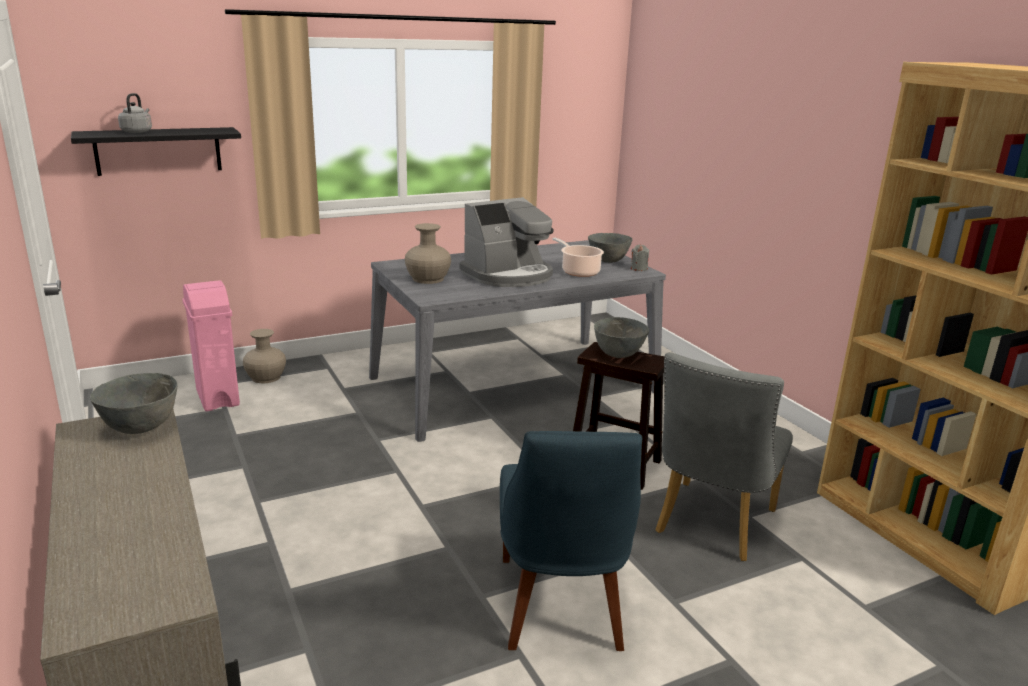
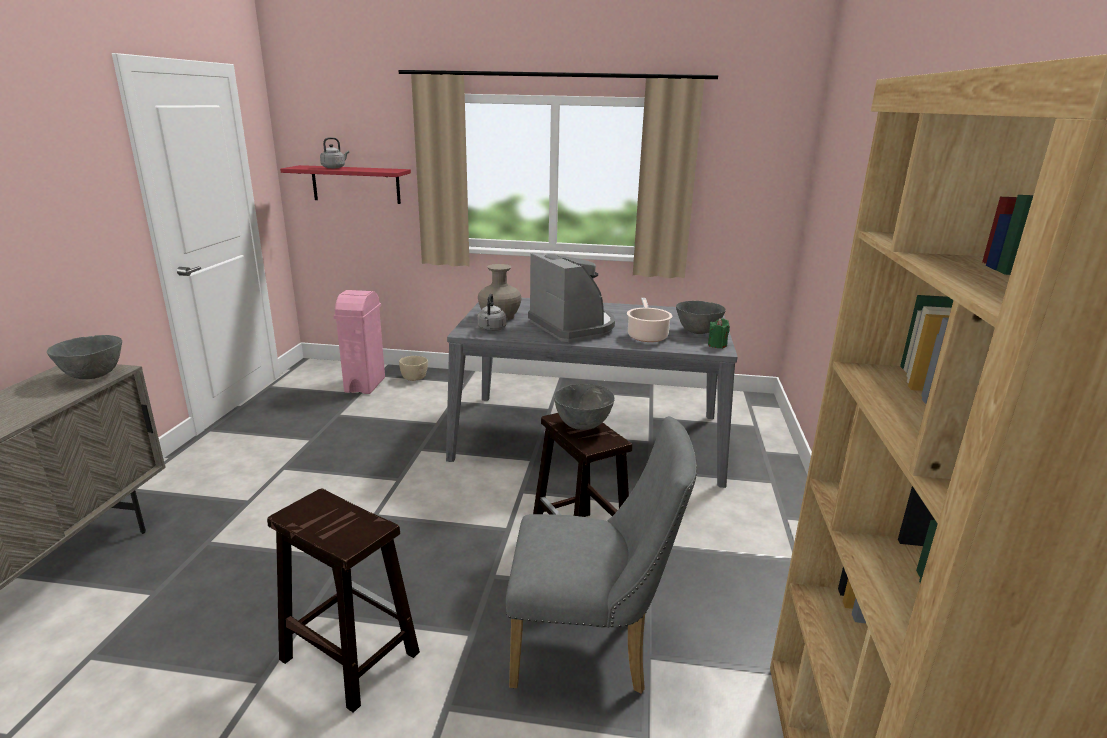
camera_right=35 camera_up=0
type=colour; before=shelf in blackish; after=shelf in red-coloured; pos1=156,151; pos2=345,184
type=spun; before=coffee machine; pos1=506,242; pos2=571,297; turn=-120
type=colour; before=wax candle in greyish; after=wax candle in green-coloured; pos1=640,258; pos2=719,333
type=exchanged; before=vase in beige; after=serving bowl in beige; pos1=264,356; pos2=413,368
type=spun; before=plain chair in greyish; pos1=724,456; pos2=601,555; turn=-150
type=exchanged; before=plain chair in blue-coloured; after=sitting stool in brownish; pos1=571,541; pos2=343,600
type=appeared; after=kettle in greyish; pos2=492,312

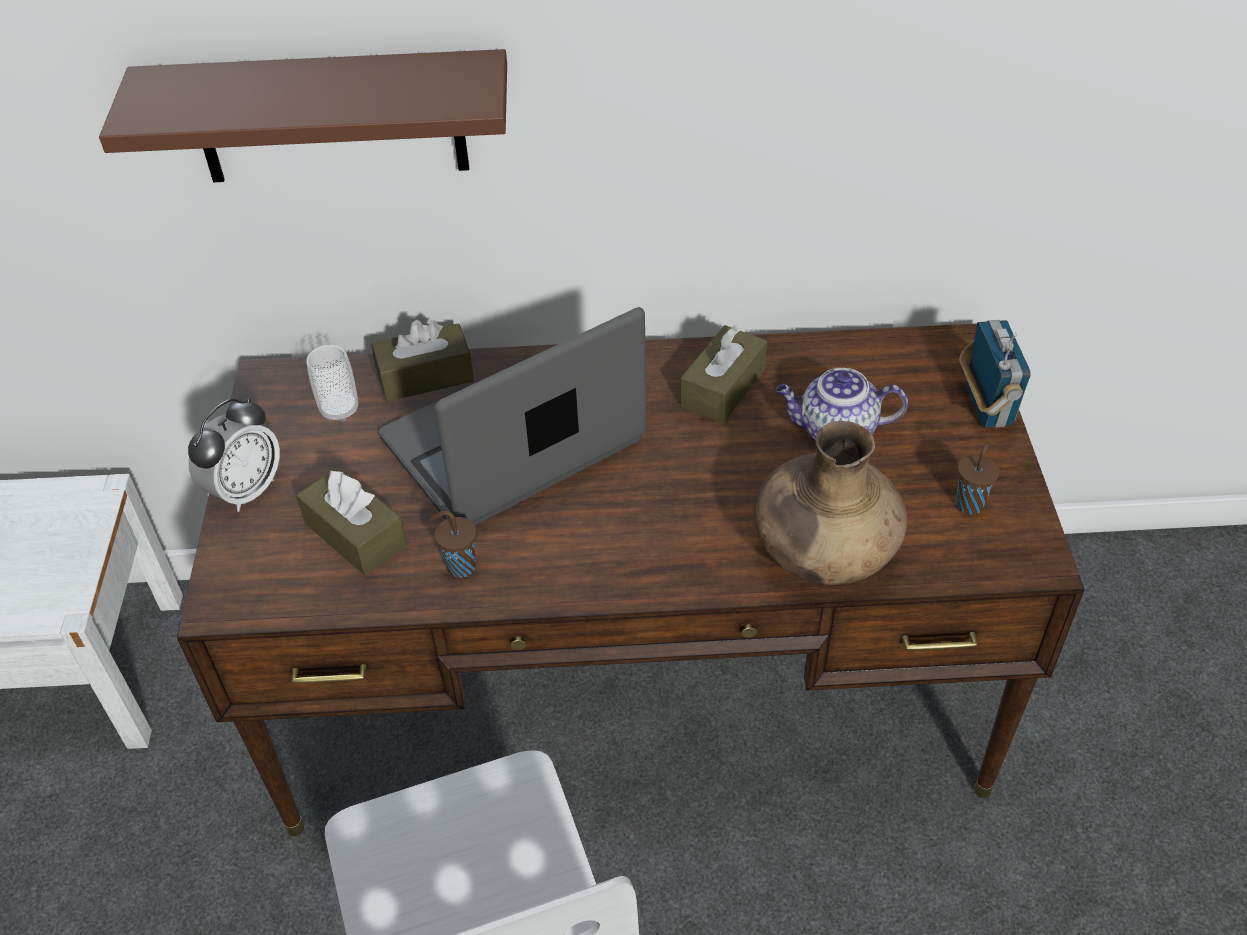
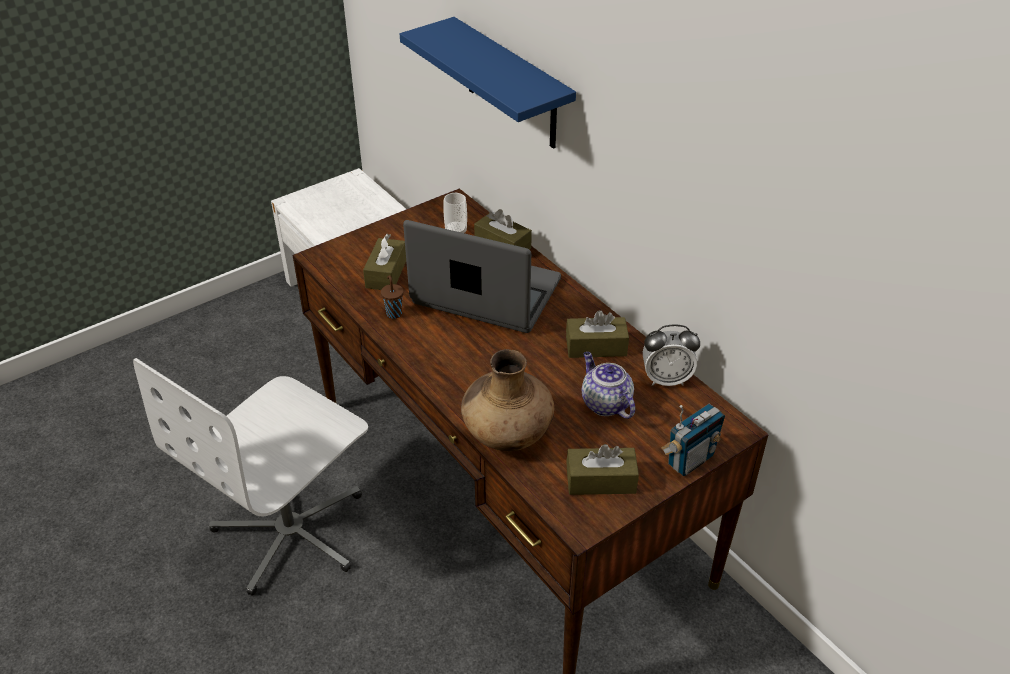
camera_right=55 camera_up=-5
type=colour; before=shelf in brownish; after=shelf in blue-coloured; pos1=303,115; pos2=488,83
type=relocated; before=bedside clock; pos1=234,455; pos2=671,355
type=exchanged; before=cup in brownish; after=tissue holder in brownish; pos1=977,478; pos2=602,469

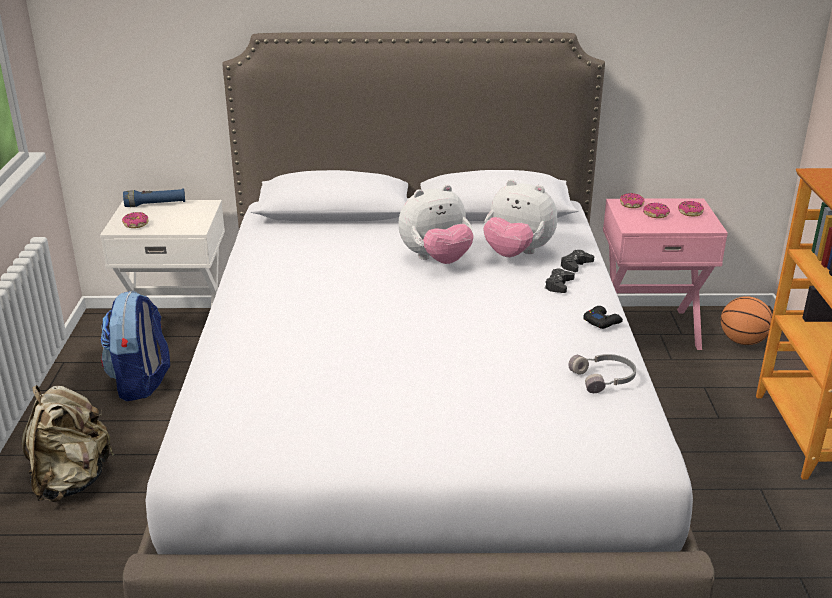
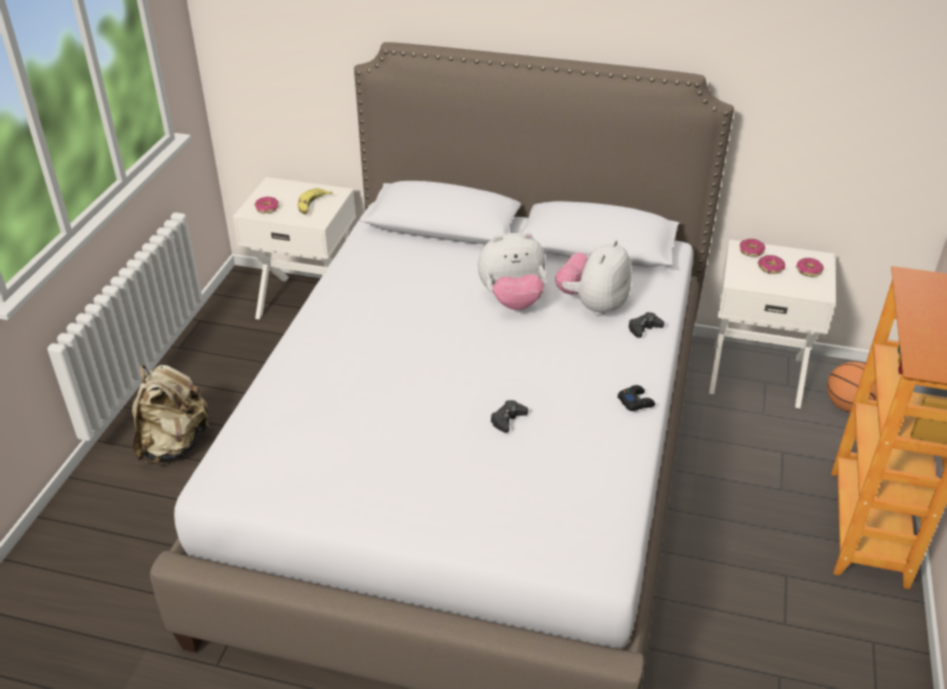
camera_right=15 camera_up=10
type=spun; before=plush toy; pos1=520,218; pos2=593,278; turn=75
type=missing; before=flashlight in blue-coloured; pos1=154,197
type=colour; before=bedside table in pinkish; after=bedside table in white; pos1=665,274; pos2=772,323
type=relocated; before=joypad in blackish; pos1=560,281; pos2=509,416
type=missing; before=rucksack; pos1=135,346
type=missing; before=headset in greyish; pos1=602,373
type=appeared; after=banana fruit; pos2=315,201

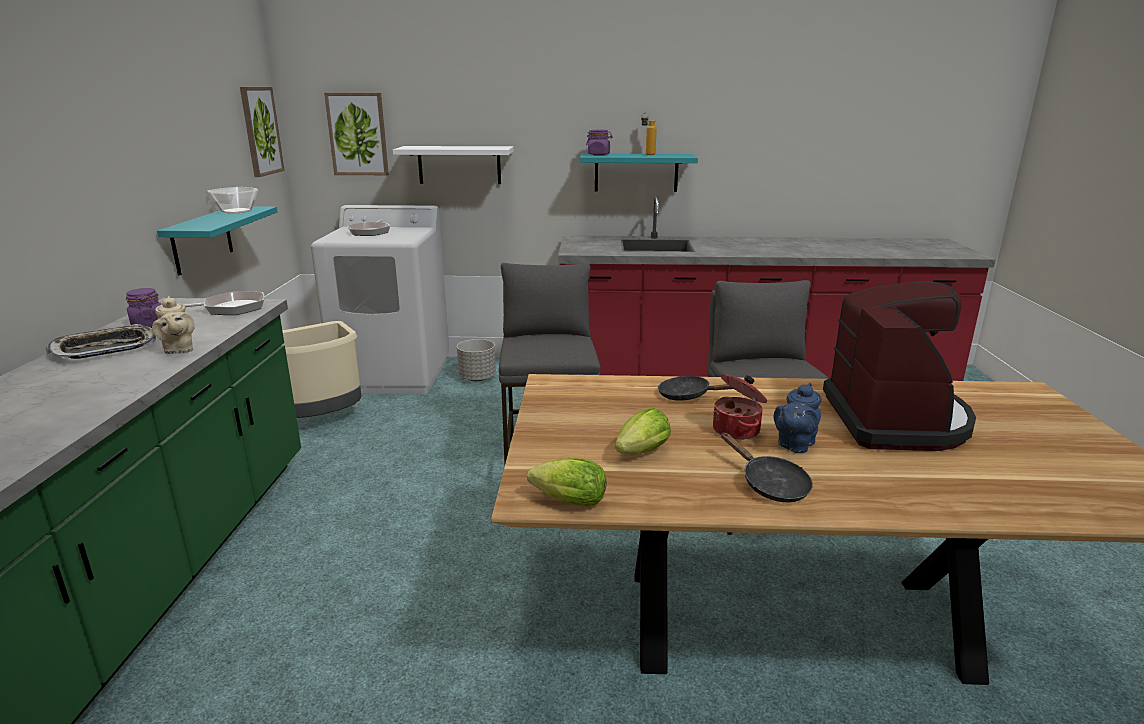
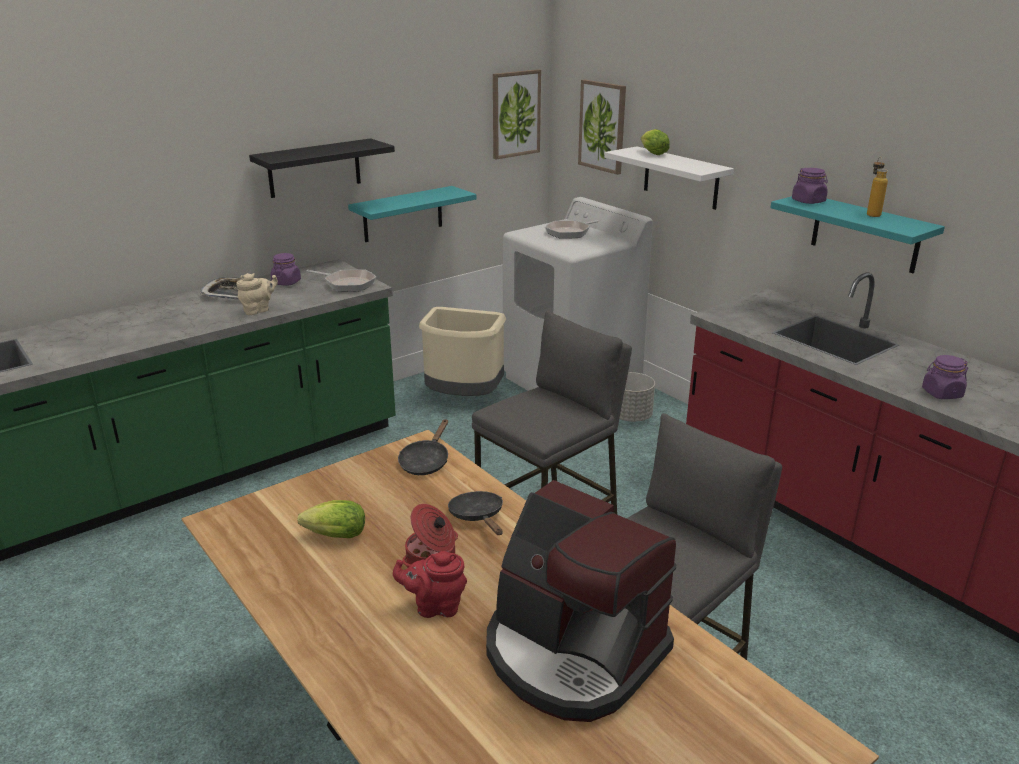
camera_right=50 camera_up=5
type=missing; before=serving bowl; pos1=232,200
type=spun; before=coffee machine; pos1=899,366; pos2=581,601; turn=75
type=spun; before=tea pot in beige; pos1=173,325; pos2=257,294; turn=-150
type=colour; before=tea pot in blue-coloured; after=tea pot in red-coloured; pos1=797,418; pos2=430,584
type=relocated; before=pan in blackish; pos1=767,467; pos2=423,447
type=relocated; before=lettuce head; pos1=567,482; pos2=655,142
type=appeared; after=shelf in blackish; pos2=322,168
type=appeared; after=preserve jar in purple; pos2=945,377

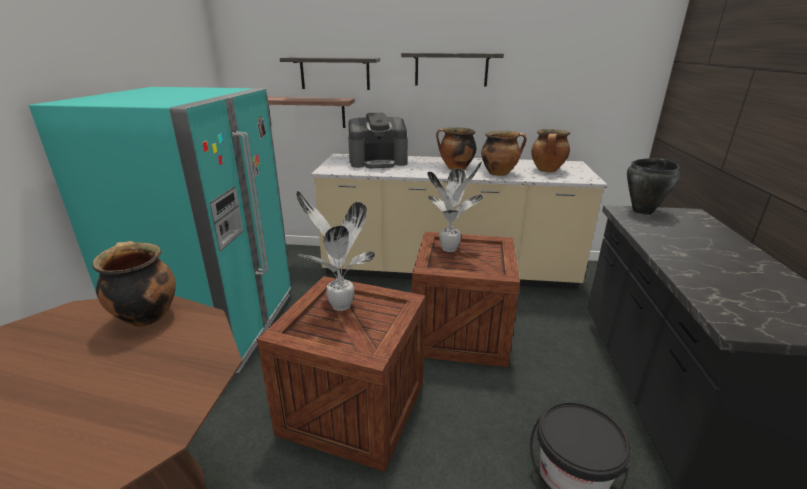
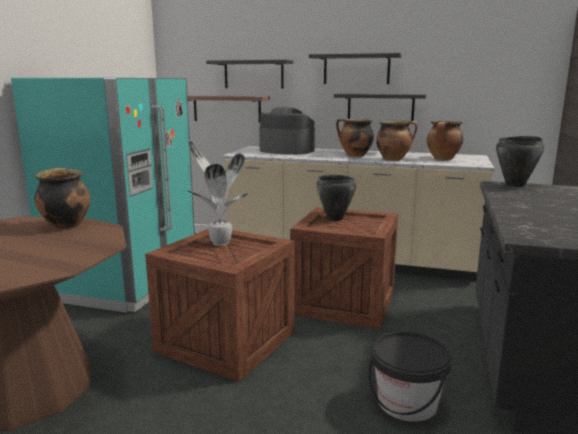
camera_right=10 camera_up=-10
type=spun; before=coffee machine; pos1=378,140; pos2=287,131; turn=-150
type=exchanged; before=plant in a pot; after=stockpot in blackish; pos1=455,206; pos2=336,198
type=appeared; after=shelf; pos2=380,107

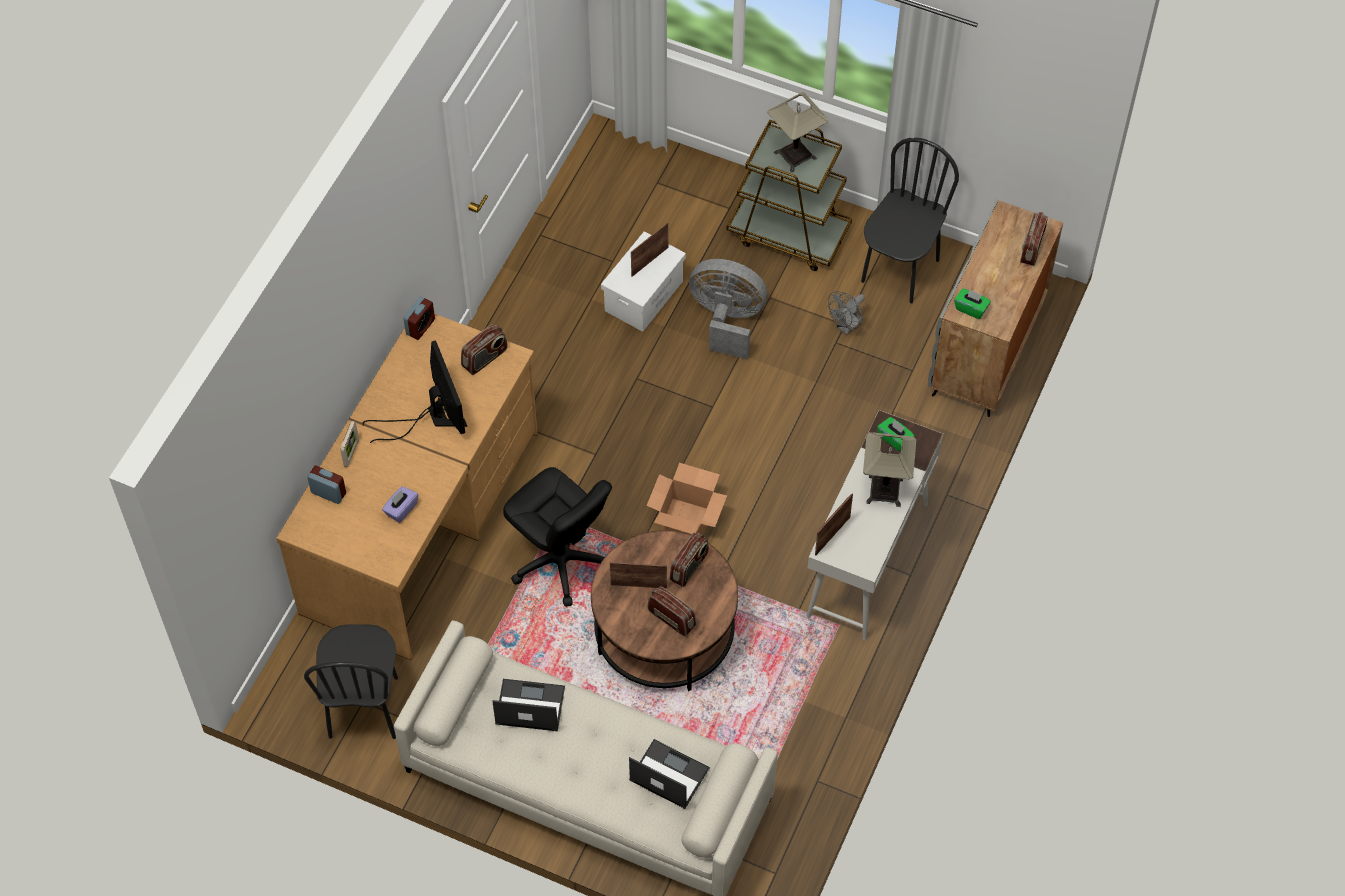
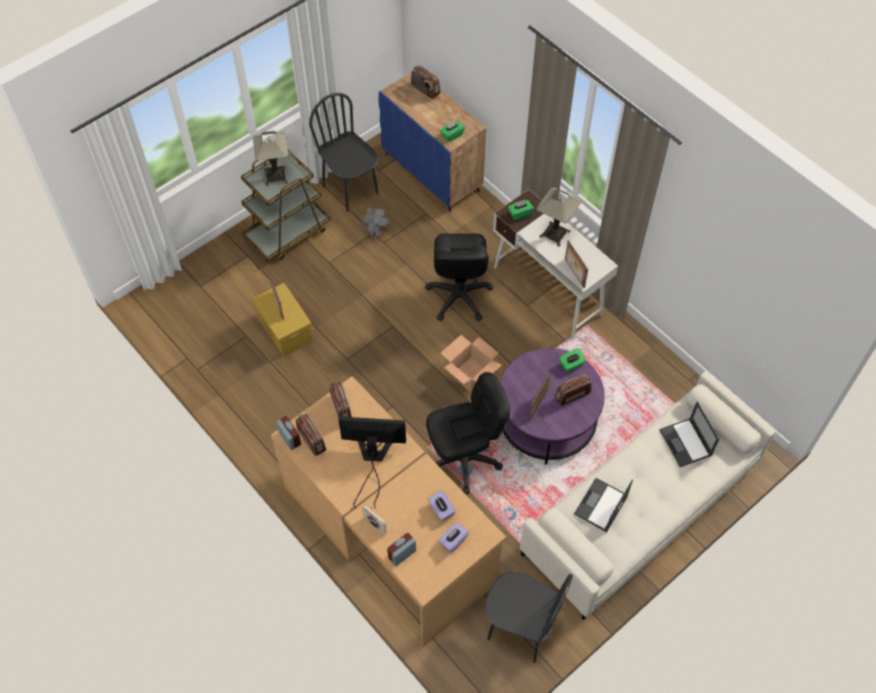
camera_right=-65 camera_up=0
type=colour; before=storage cabinet in greyish; after=storage cabinet in blue-coloured; pos1=995,308; pos2=432,142
type=colour; before=storage container in white; after=storage container in yellow; pos1=643,281; pos2=282,319
type=missing; before=fan in greyish; pos1=728,309
type=colour; before=lounge table in brownish; after=lounge table in purple; pos1=664,610; pos2=552,406
type=relocated; before=radio receiver; pos1=689,560; pos2=311,435
type=spun; before=portable computer; pos1=669,774; pos2=689,434; turn=-75
type=appeared; after=computer chair in blackish; pos2=459,277
type=appeared; after=tissue holder in green-coloured; pos2=572,360
type=appeared; after=tissue holder in purple; pos2=454,538

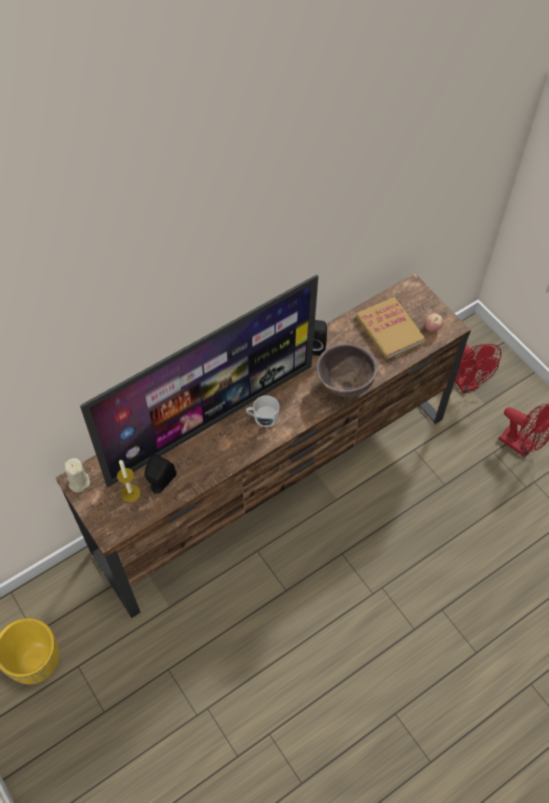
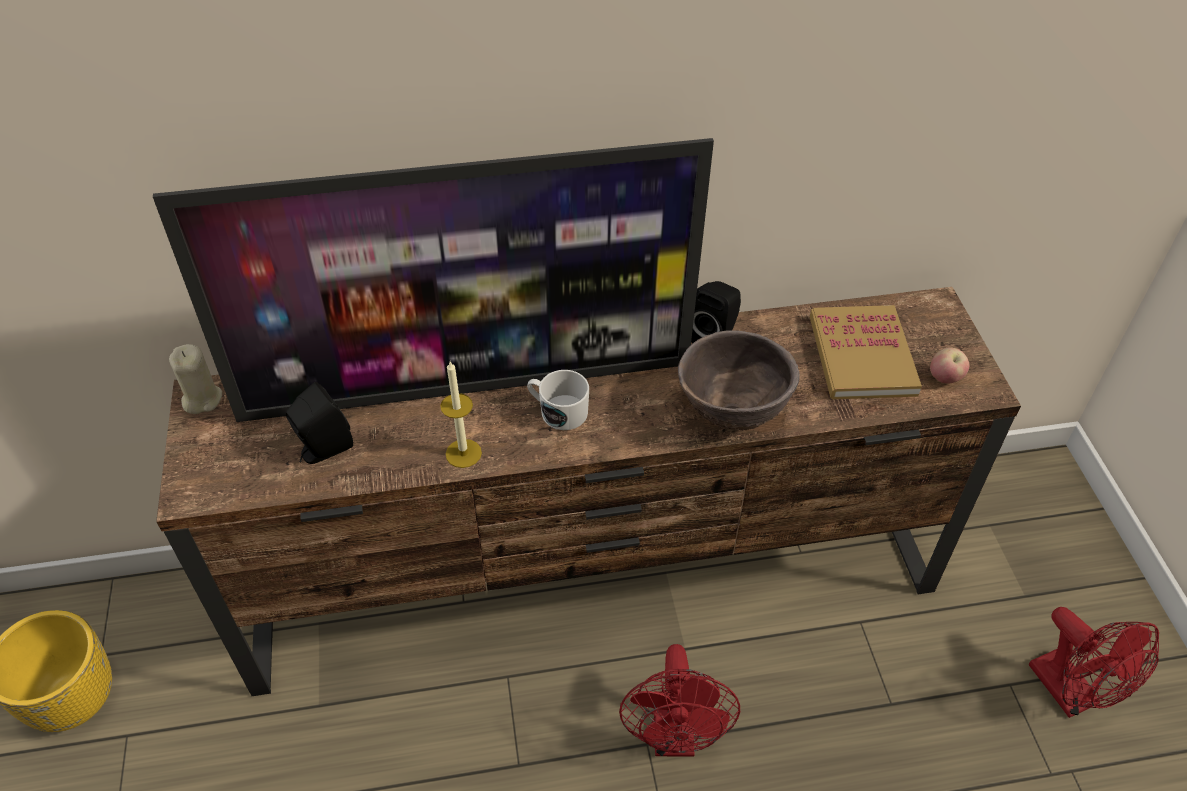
camera_right=25 camera_up=-10
type=relocated; before=fan in red-coloured; pos1=478,369; pos2=679,700
type=relocated; before=wax candle; pos1=129,480; pos2=461,414

